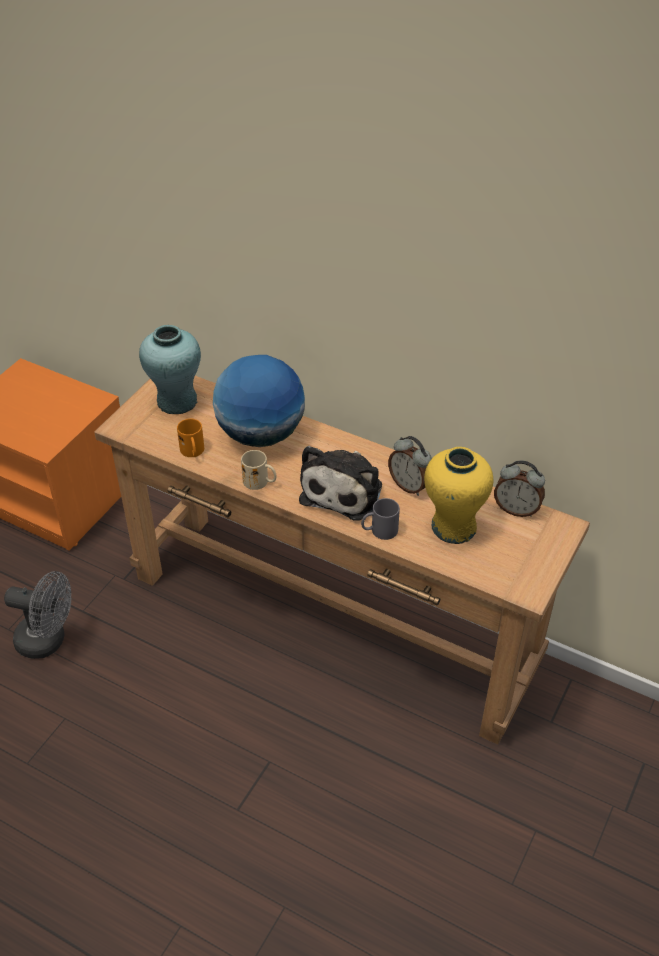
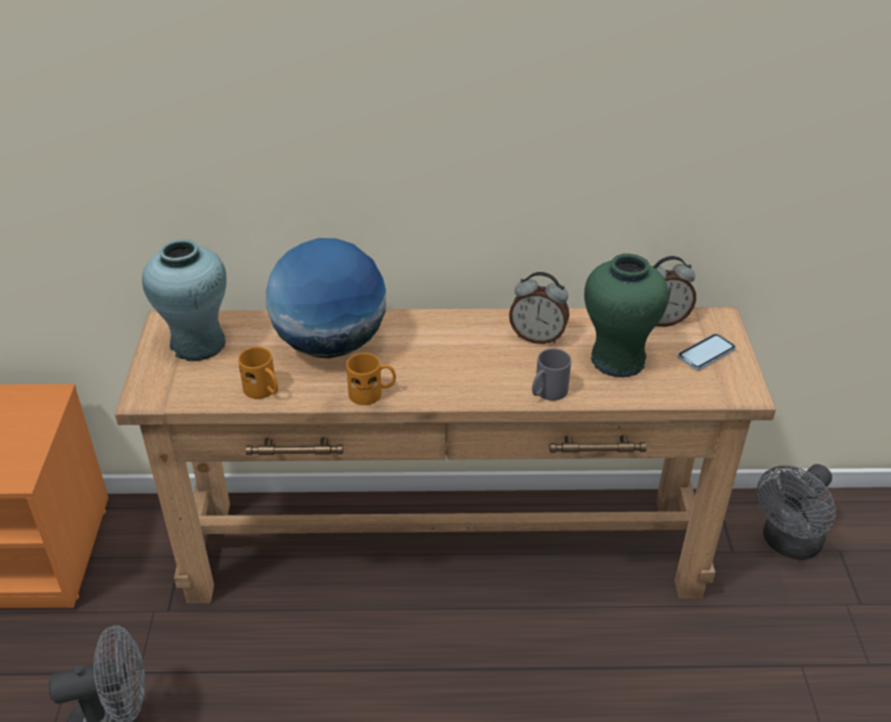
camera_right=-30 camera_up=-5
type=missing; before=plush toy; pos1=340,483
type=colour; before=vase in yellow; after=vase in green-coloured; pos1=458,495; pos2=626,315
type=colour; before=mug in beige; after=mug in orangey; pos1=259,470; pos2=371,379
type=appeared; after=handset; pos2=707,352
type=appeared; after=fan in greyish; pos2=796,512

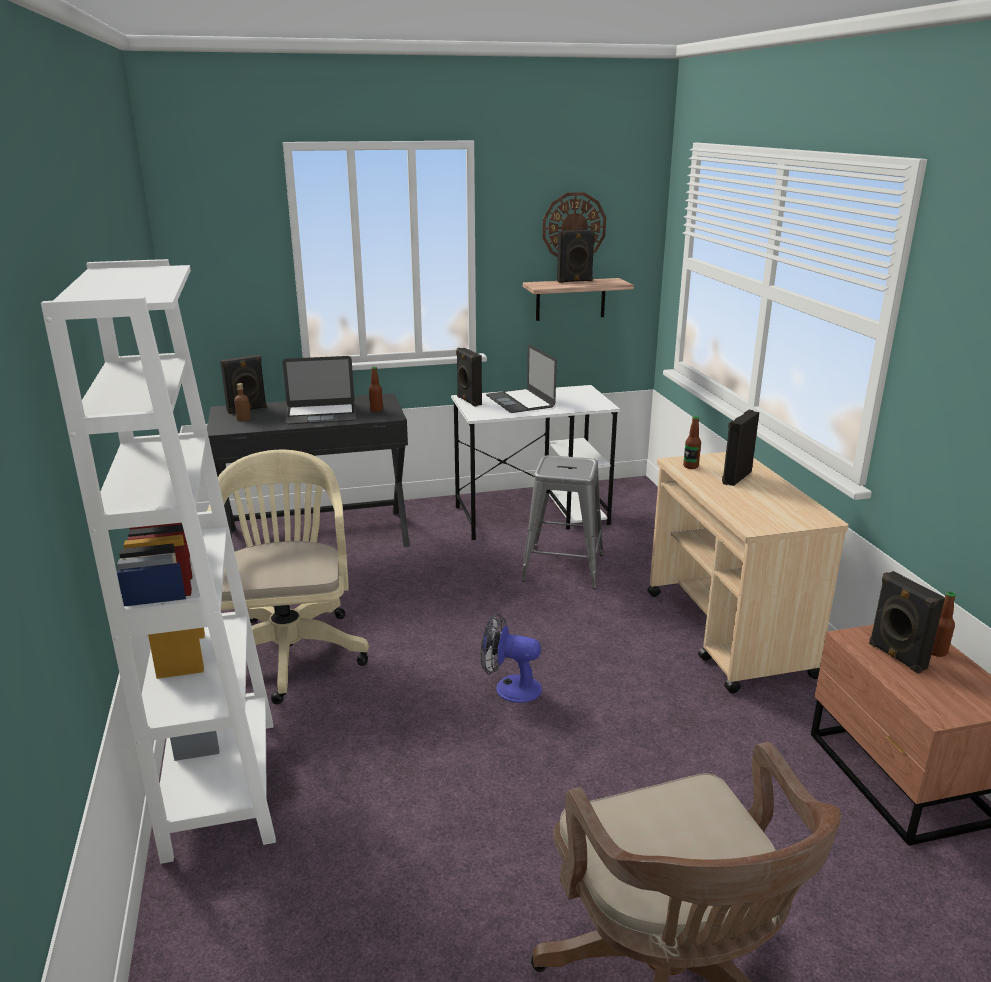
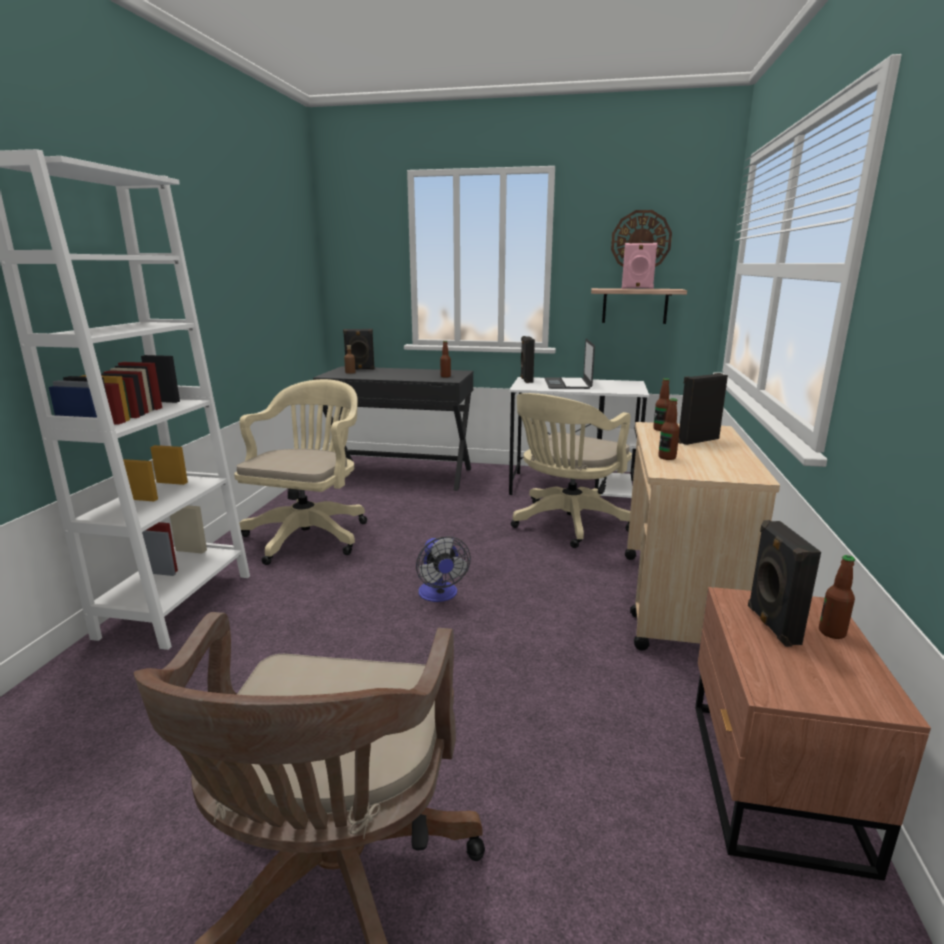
camera_right=25 camera_up=-5
type=colour; before=audio speaker in blackish; after=audio speaker in pinkish; pos1=576,256; pos2=639,266
type=missing; before=portable computer; pos1=319,390
type=exchanged; before=sitting stool in greyish; after=computer chair in beige; pos1=562,522; pos2=571,470
type=spun; before=fan; pos1=511,658; pos2=443,569; turn=-150
type=appeared; after=beverage bottle; pos2=669,429

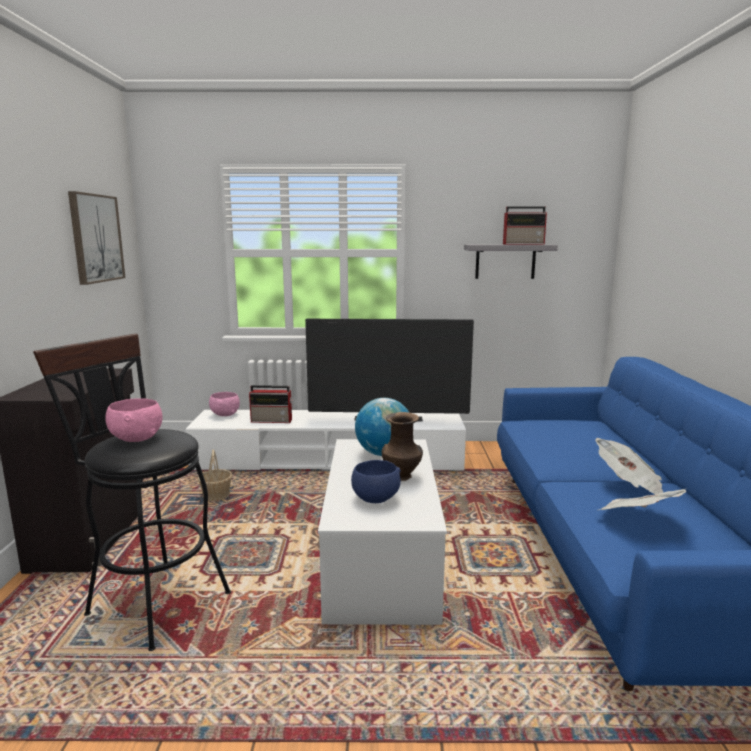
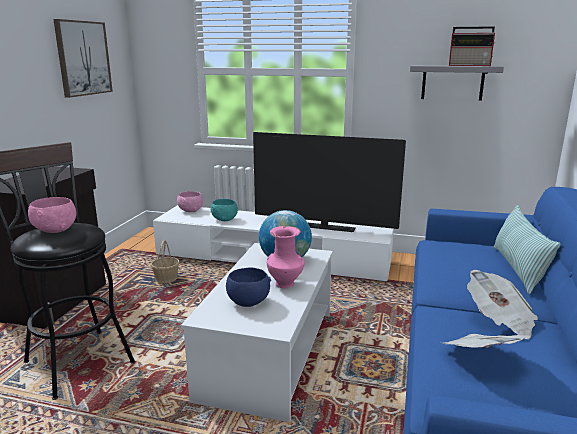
camera_right=15 camera_up=5
type=exchanged; before=radio receiver; after=serving bowl in turquoise; pos1=271,404; pos2=224,210
type=colour; before=vase in brownish; after=vase in pinkish; pos1=402,446; pos2=286,257
type=appeared; after=pillow; pos2=527,249

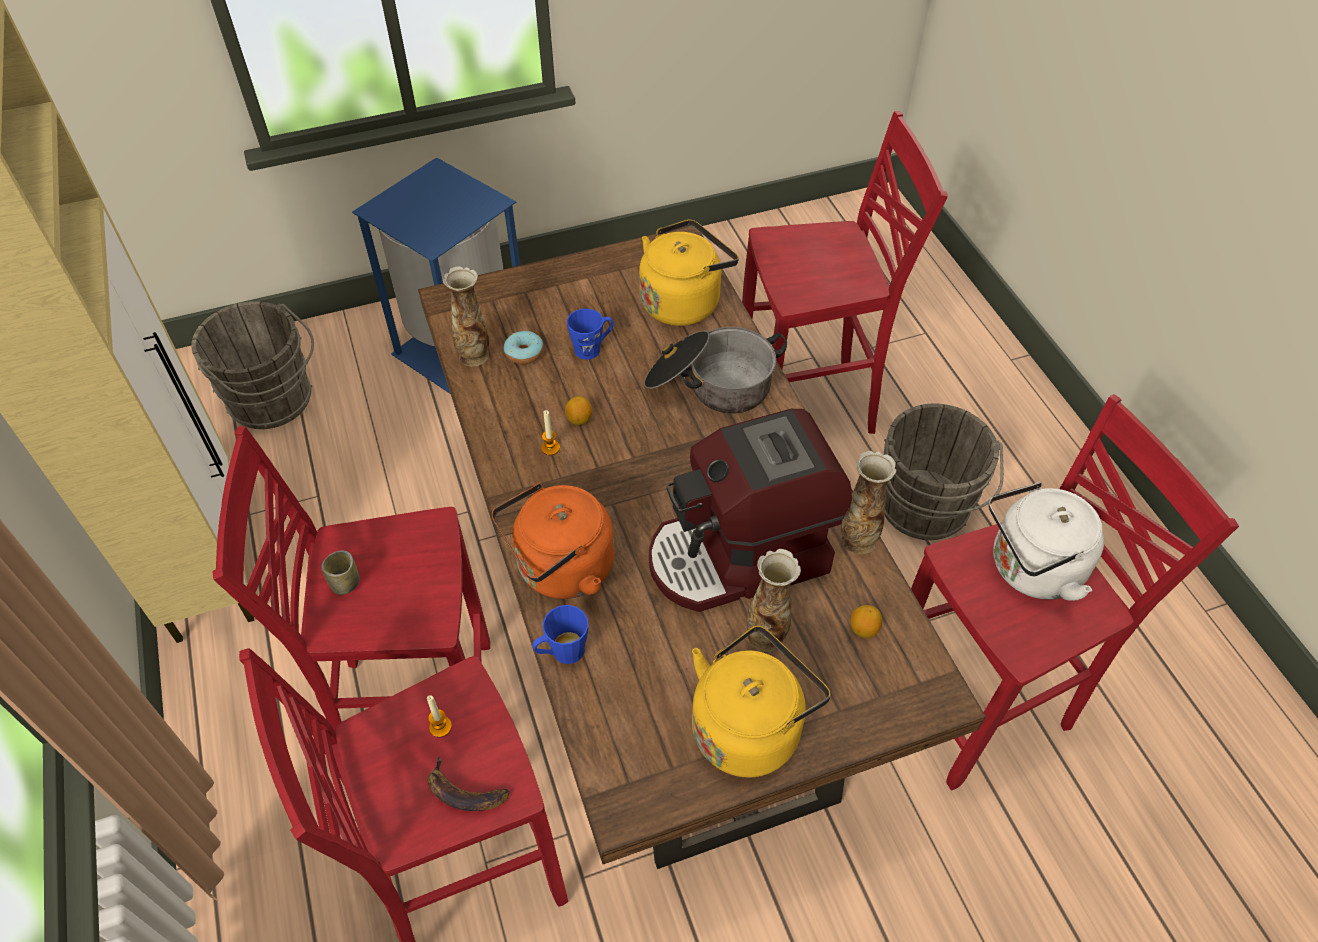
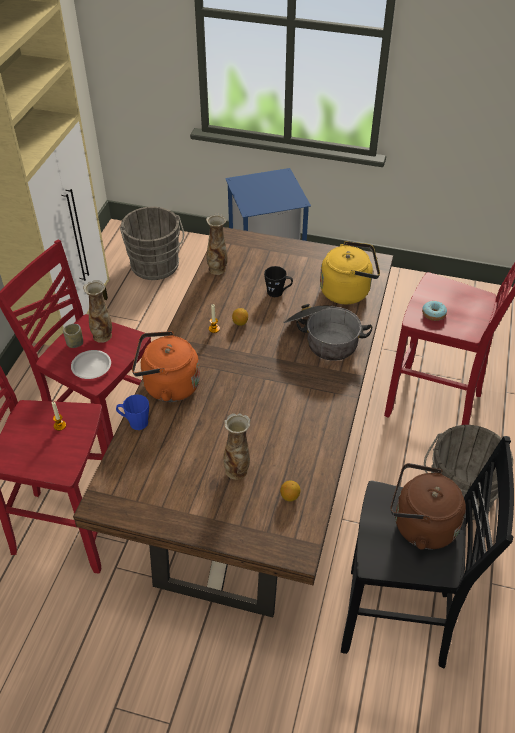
camera_right=35 camera_up=-5
type=colour; before=mug in blue-coloured; after=mug in blackish; pos1=590,334; pos2=278,281
type=relocated; before=donut; pos1=524,347; pos2=434,311
type=colour; before=sitting stool in red-coloured; after=sitting stool in blackish; pos1=1075,592; pos2=427,552
type=missing; before=coffee machine; pos1=750,510
type=relocated; before=vase; pos1=868,502; pos2=97,311
type=colour; before=kettle in white; after=kettle in brownish; pos1=1046,541; pos2=428,506
type=missing; before=kettle in yellow; pos1=761,701
type=missing; before=banana fruit; pos1=469,783
type=appeared; after=plate in white; pos2=91,364

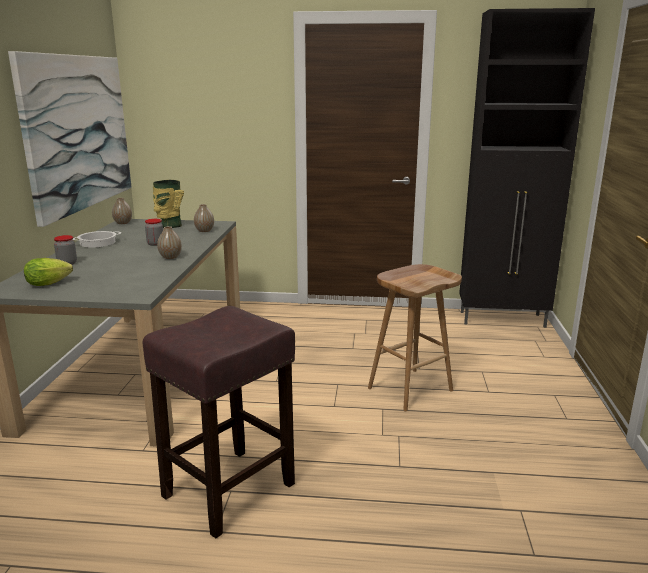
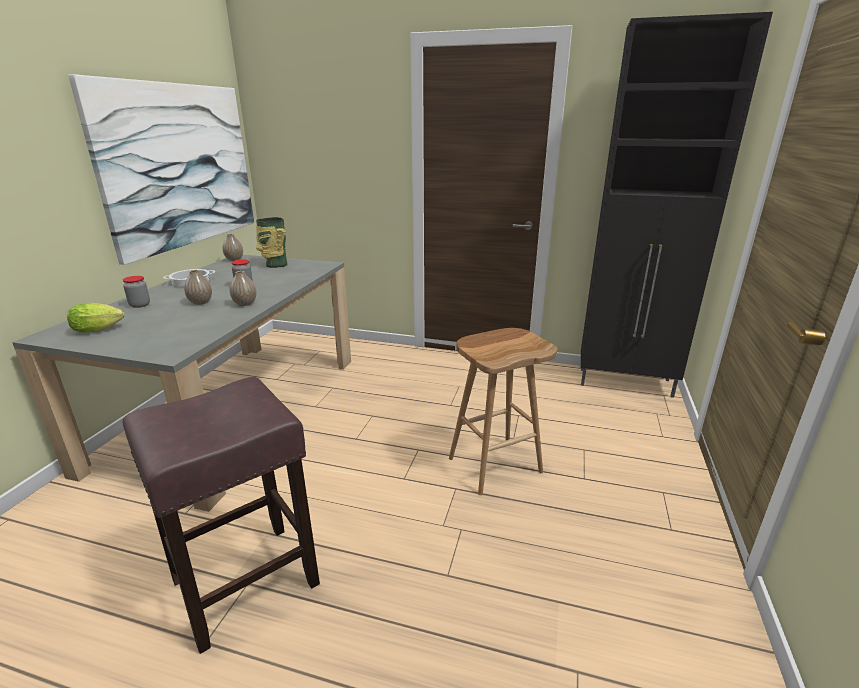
camera_right=10 camera_up=5
type=relocated; before=vase; pos1=204,218; pos2=198,287

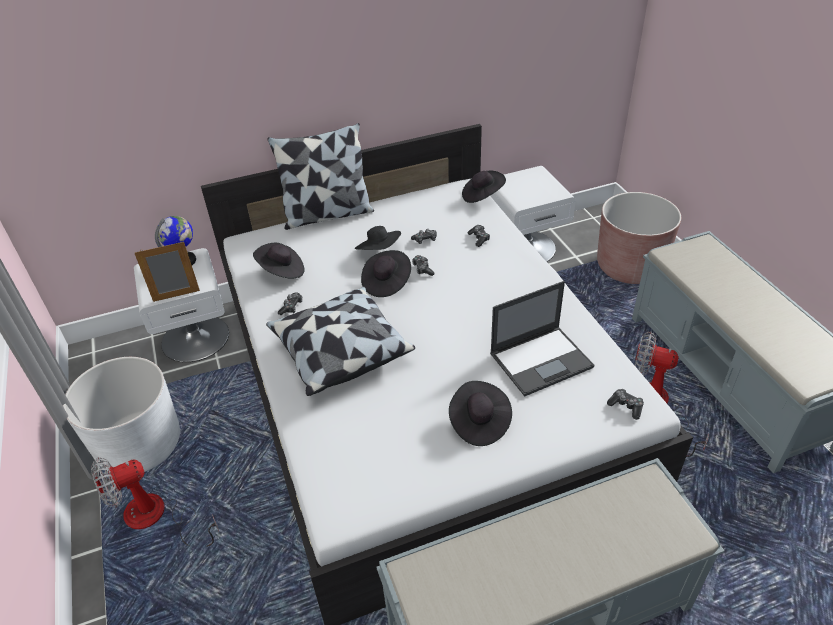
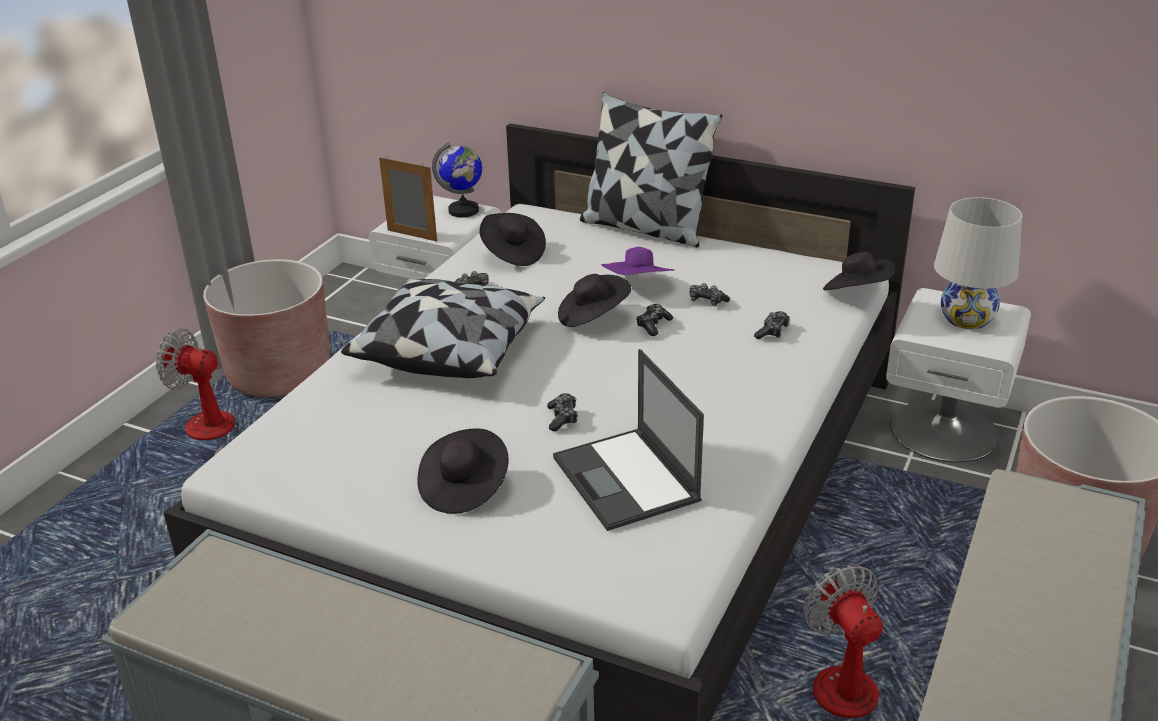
camera_right=45 camera_up=-10
type=colour; before=wearable hat in blackish; after=wearable hat in purple; pos1=378,238; pos2=637,261
type=spun; before=portable computer; pos1=542,339; pos2=628,440; turn=45
type=colour; before=flower pot in white; after=flower pot in brownish; pos1=121,414; pos2=266,328
type=relocated; before=joypad; pos1=625,404; pos2=562,412
type=appeared; after=table lamp in white; pos2=978,263

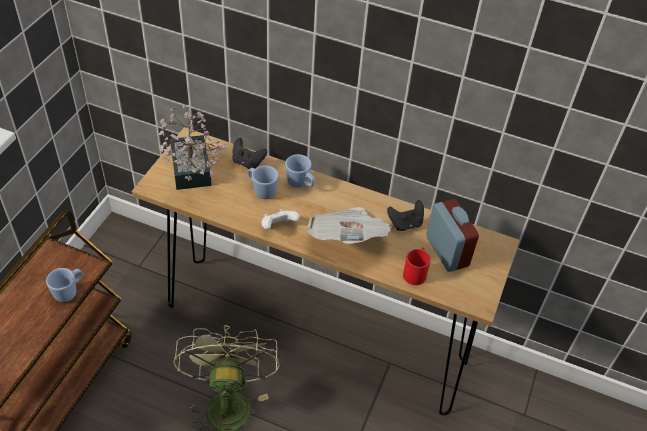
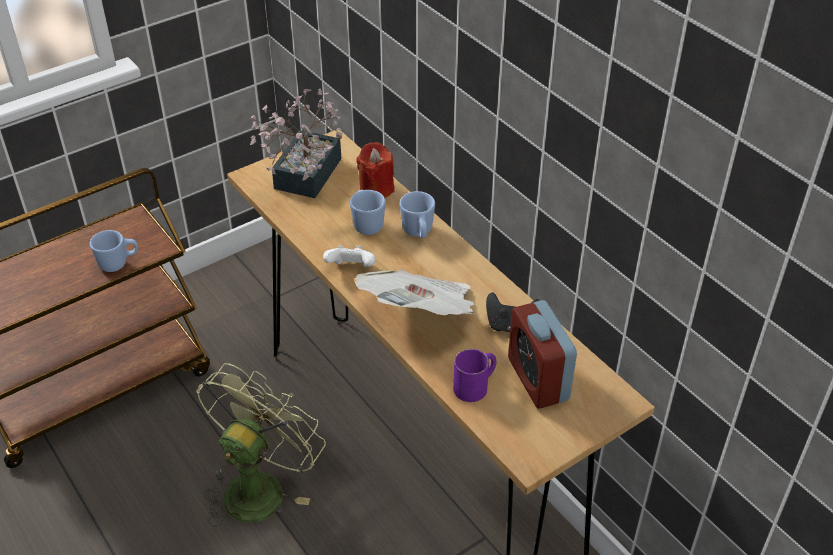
camera_right=35 camera_up=-5
type=exchanged; before=joypad in blackish; after=wax candle in red-coloured; pos1=249,153; pos2=375,170
type=spun; before=bedside clock; pos1=452,235; pos2=542,354; turn=150
type=colour; before=mug in red-coloured; after=mug in purple; pos1=417,266; pos2=475,375

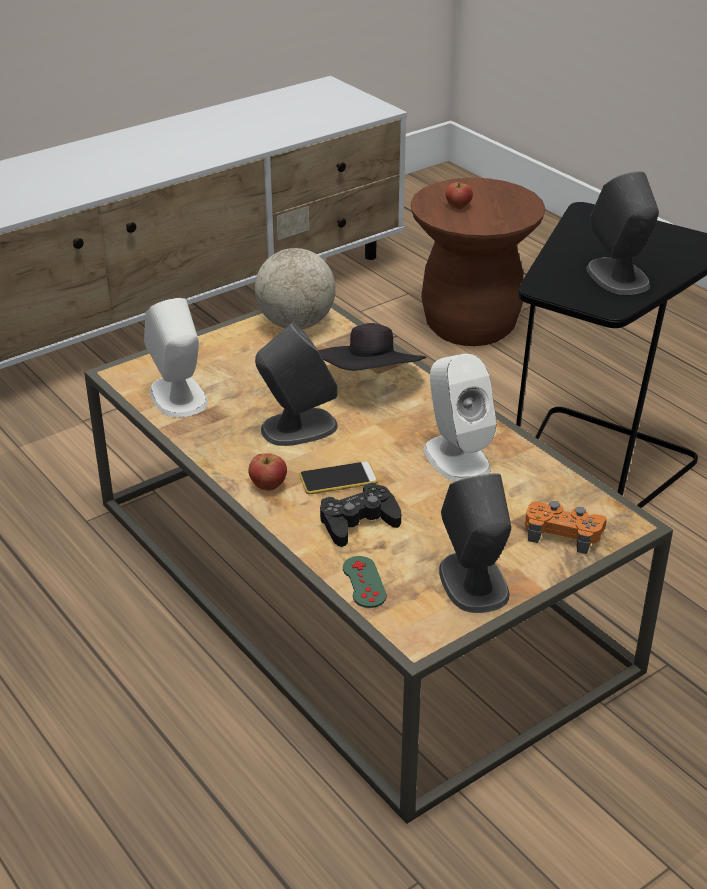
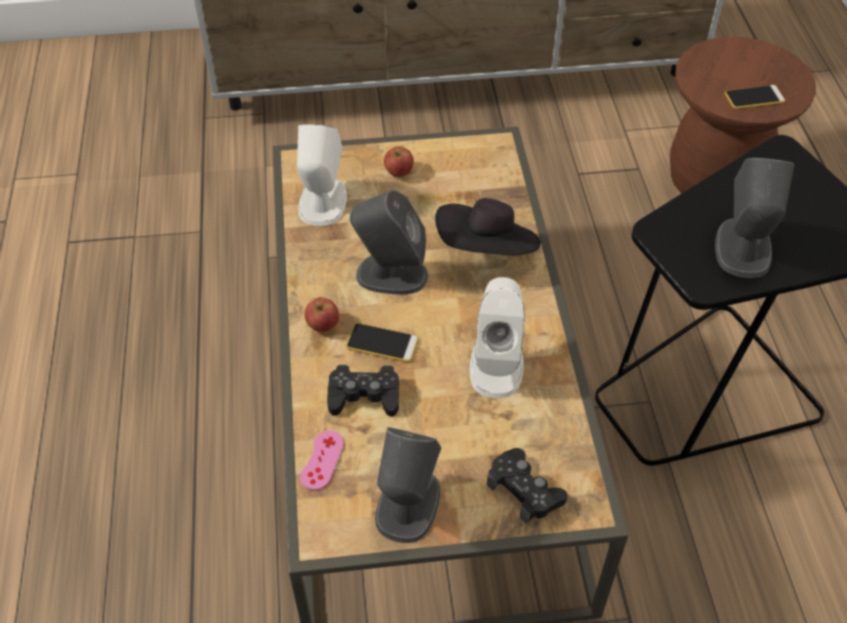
camera_right=30 camera_up=15
type=relocated; before=whole apple; pos1=459,195; pos2=399,161
type=missing; before=desk globe; pos1=295,267
type=colour; before=joypad in orangey; after=joypad in blackish; pos1=566,527; pos2=527,486
type=colour; before=joypad in green-coloured; after=joypad in pinkish; pos1=365,582; pos2=322,460
type=appeared; after=handset; pos2=755,97

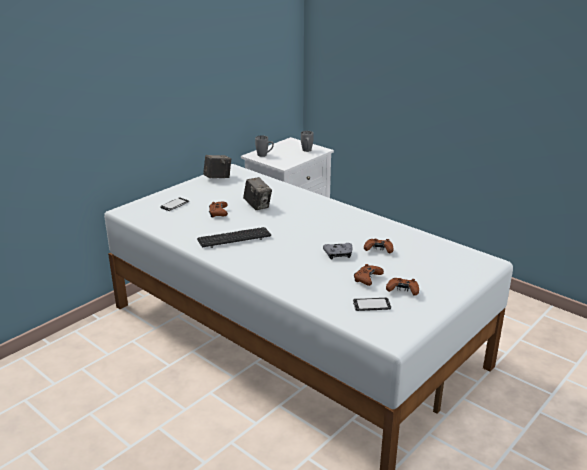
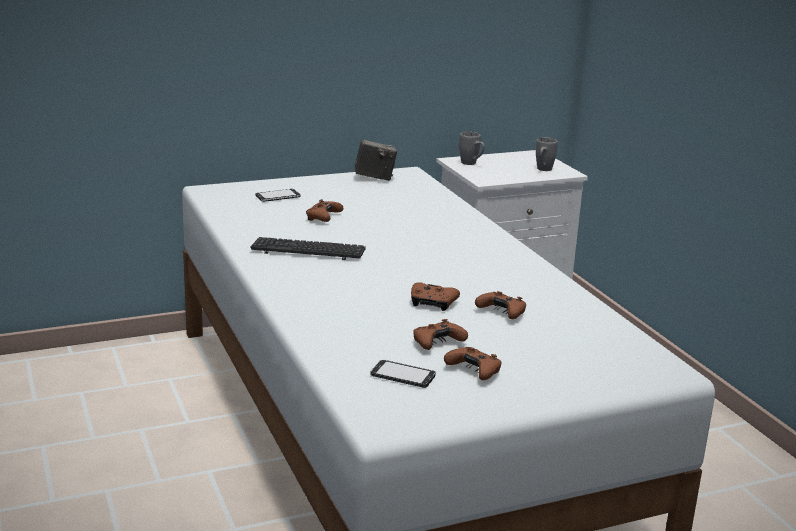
camera_right=25 camera_up=-5
type=missing; before=photo camera; pos1=257,193
type=colour; before=joypad in greyish; after=joypad in brownish; pos1=337,251; pos2=435,297

